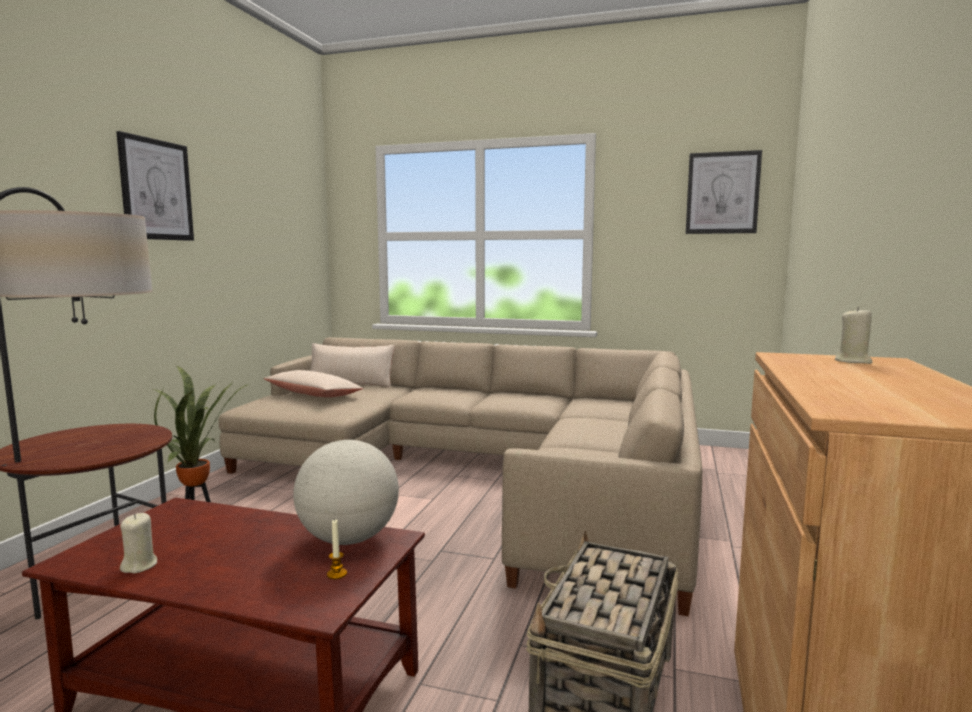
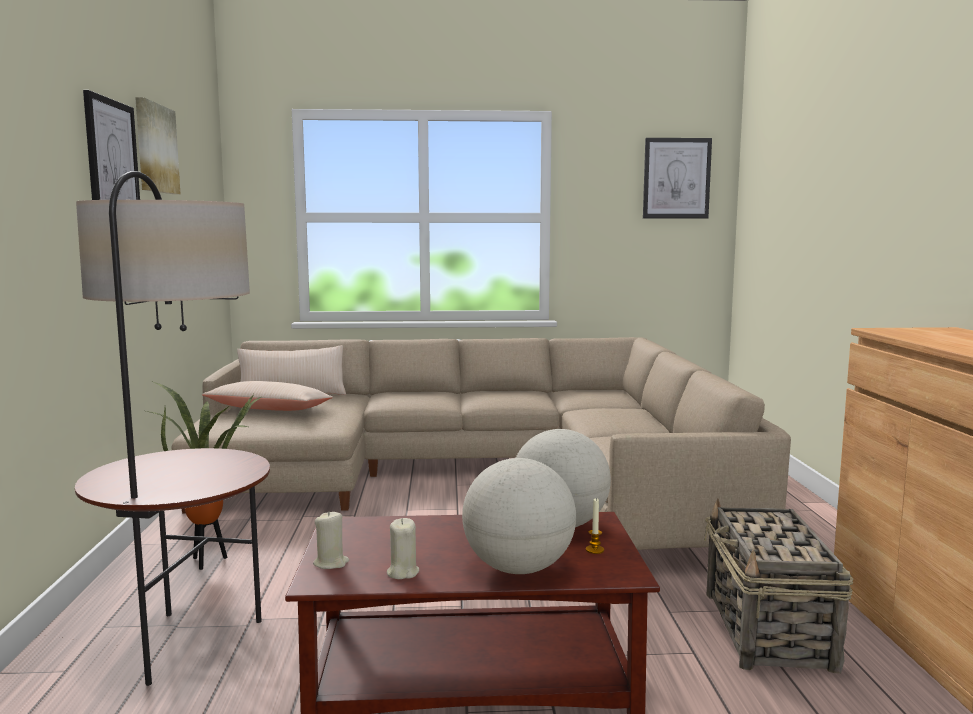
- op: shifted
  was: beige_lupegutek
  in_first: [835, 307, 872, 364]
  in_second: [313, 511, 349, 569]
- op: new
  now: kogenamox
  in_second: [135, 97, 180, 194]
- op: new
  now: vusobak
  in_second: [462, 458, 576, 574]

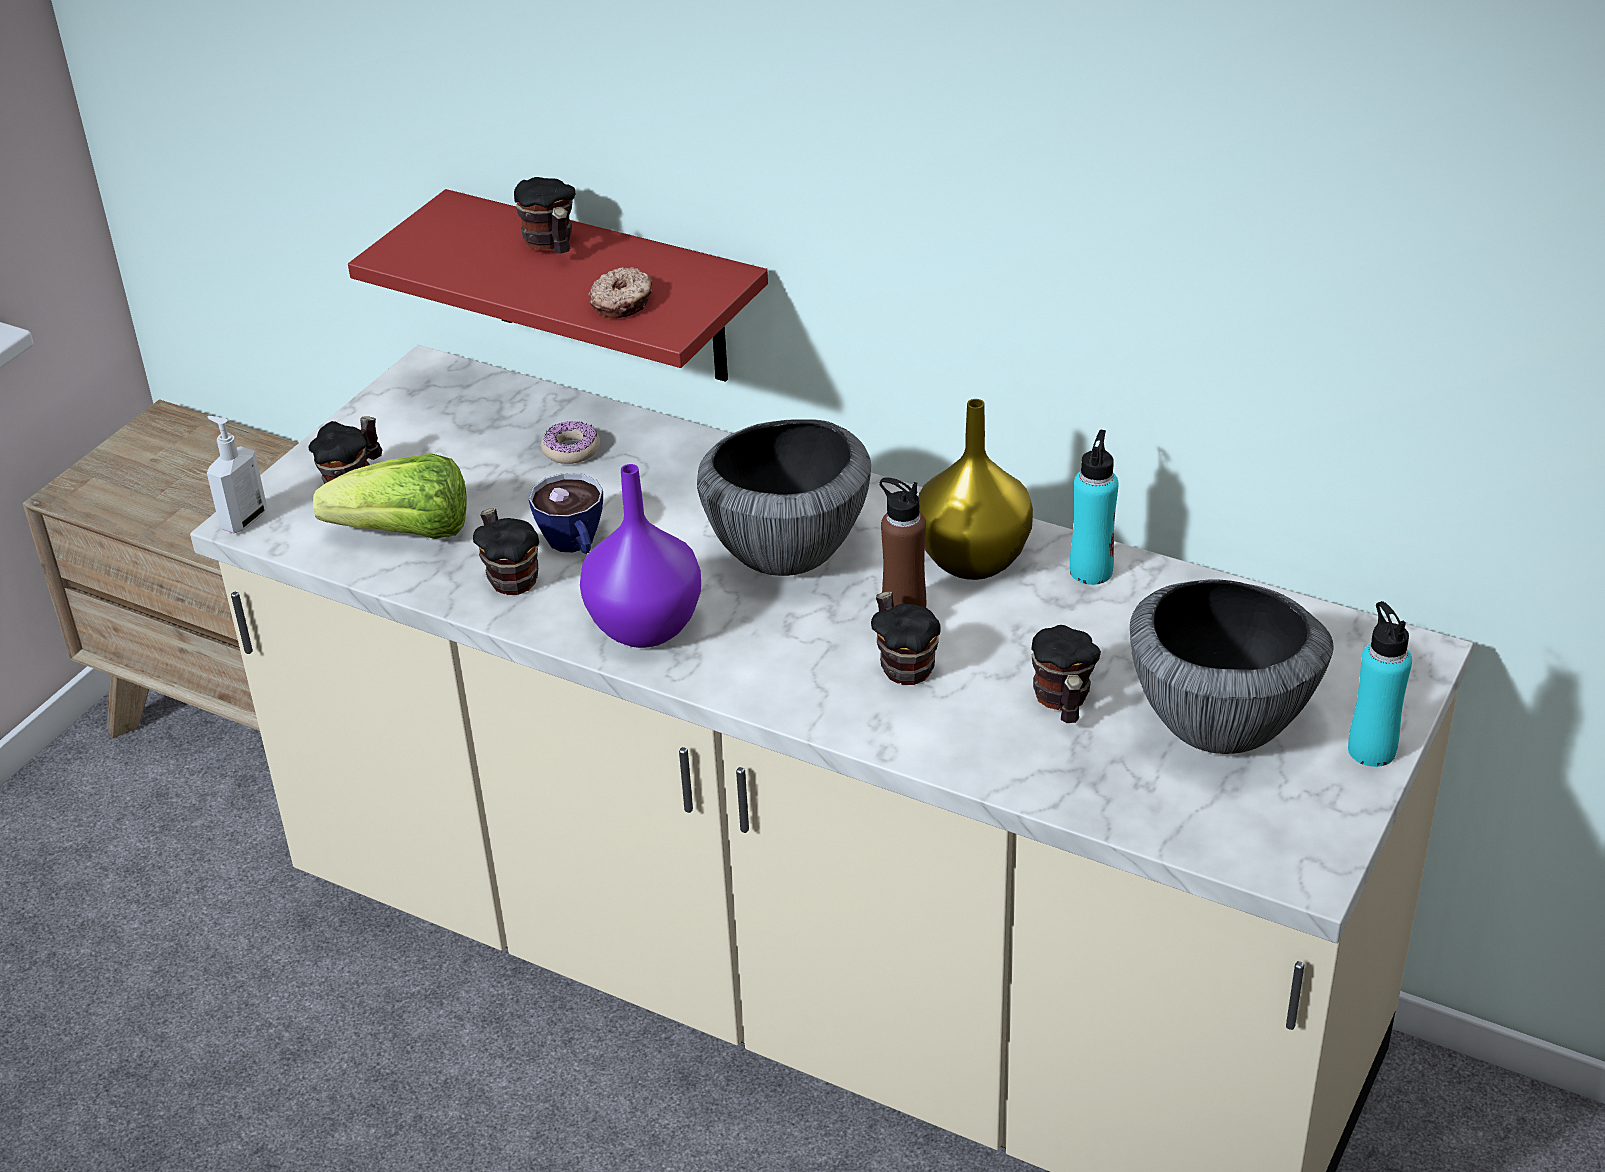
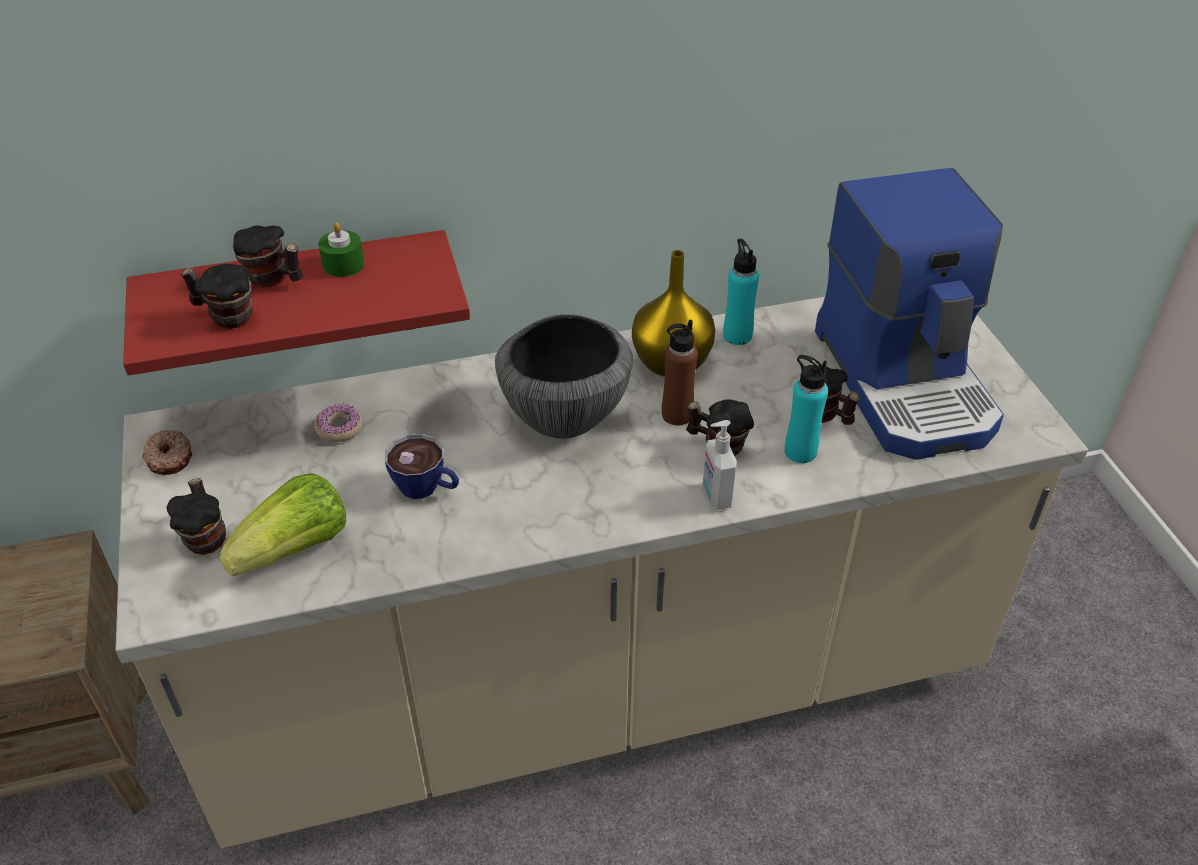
- op: shifted
  was: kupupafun
  in_first: [589, 267, 652, 318]
  in_second: [142, 430, 192, 475]
- op: shifted
  was: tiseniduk
  in_first: [207, 416, 267, 533]
  in_second: [703, 420, 737, 510]
- op: gone
  was: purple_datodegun
  in_first: [580, 464, 701, 648]
- op: shifted
  was: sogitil
  in_first: [473, 508, 539, 595]
  in_second: [180, 264, 253, 329]
- op: swapped
  was: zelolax
  now: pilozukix
  in_first: [1130, 579, 1333, 754]
  in_second: [815, 168, 1004, 460]
- op: shifted
  was: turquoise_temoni
  in_first: [1348, 601, 1412, 767]
  in_second: [785, 355, 828, 463]
- op: new
  now: green_lupegutek
  in_second: [318, 222, 364, 277]

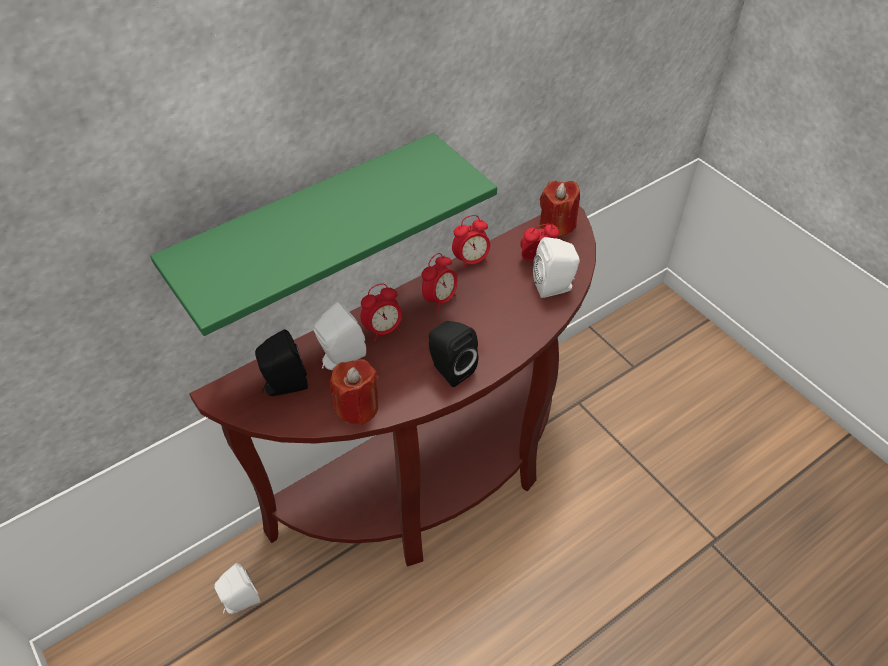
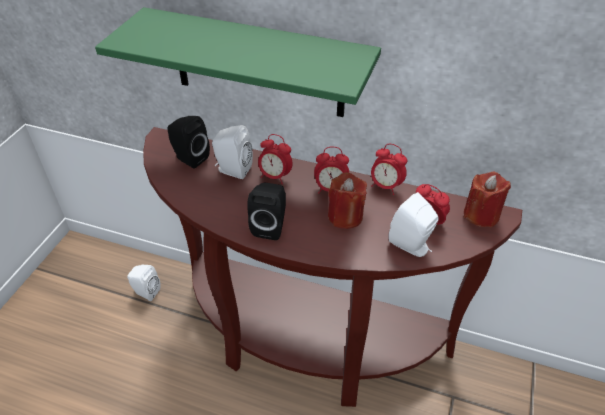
- op: shifted
  was: red_lupegutek
  in_first: [330, 359, 378, 425]
  in_second: [328, 172, 367, 229]

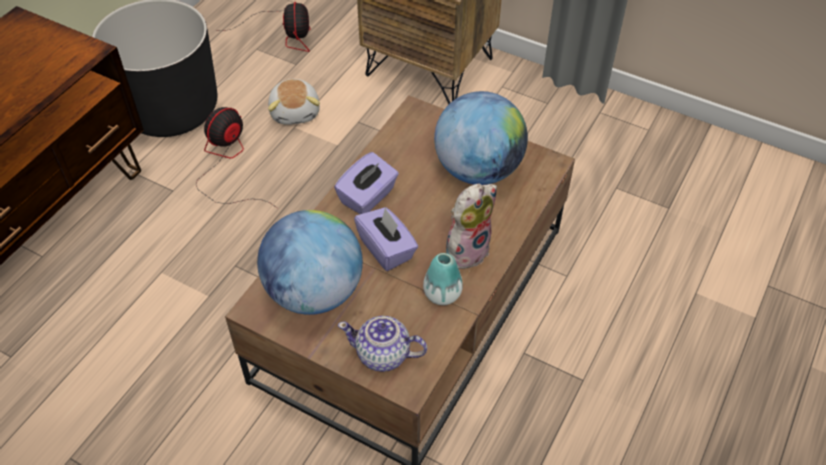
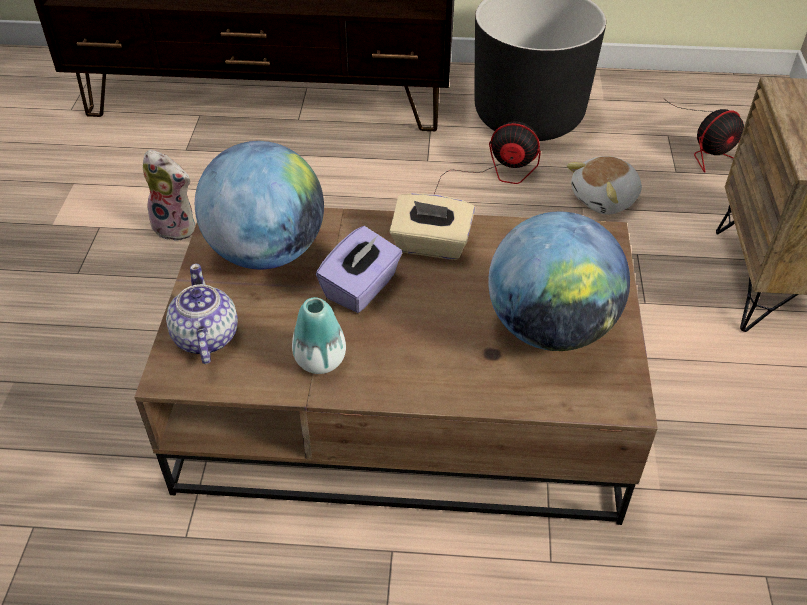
- op: repainted
  was: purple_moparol
  now: beige_moparol
  in_first: [334, 152, 399, 214]
  in_second: [389, 193, 475, 260]
- op: shifted
  was: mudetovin
  in_first: [446, 183, 497, 269]
  in_second: [142, 149, 195, 242]

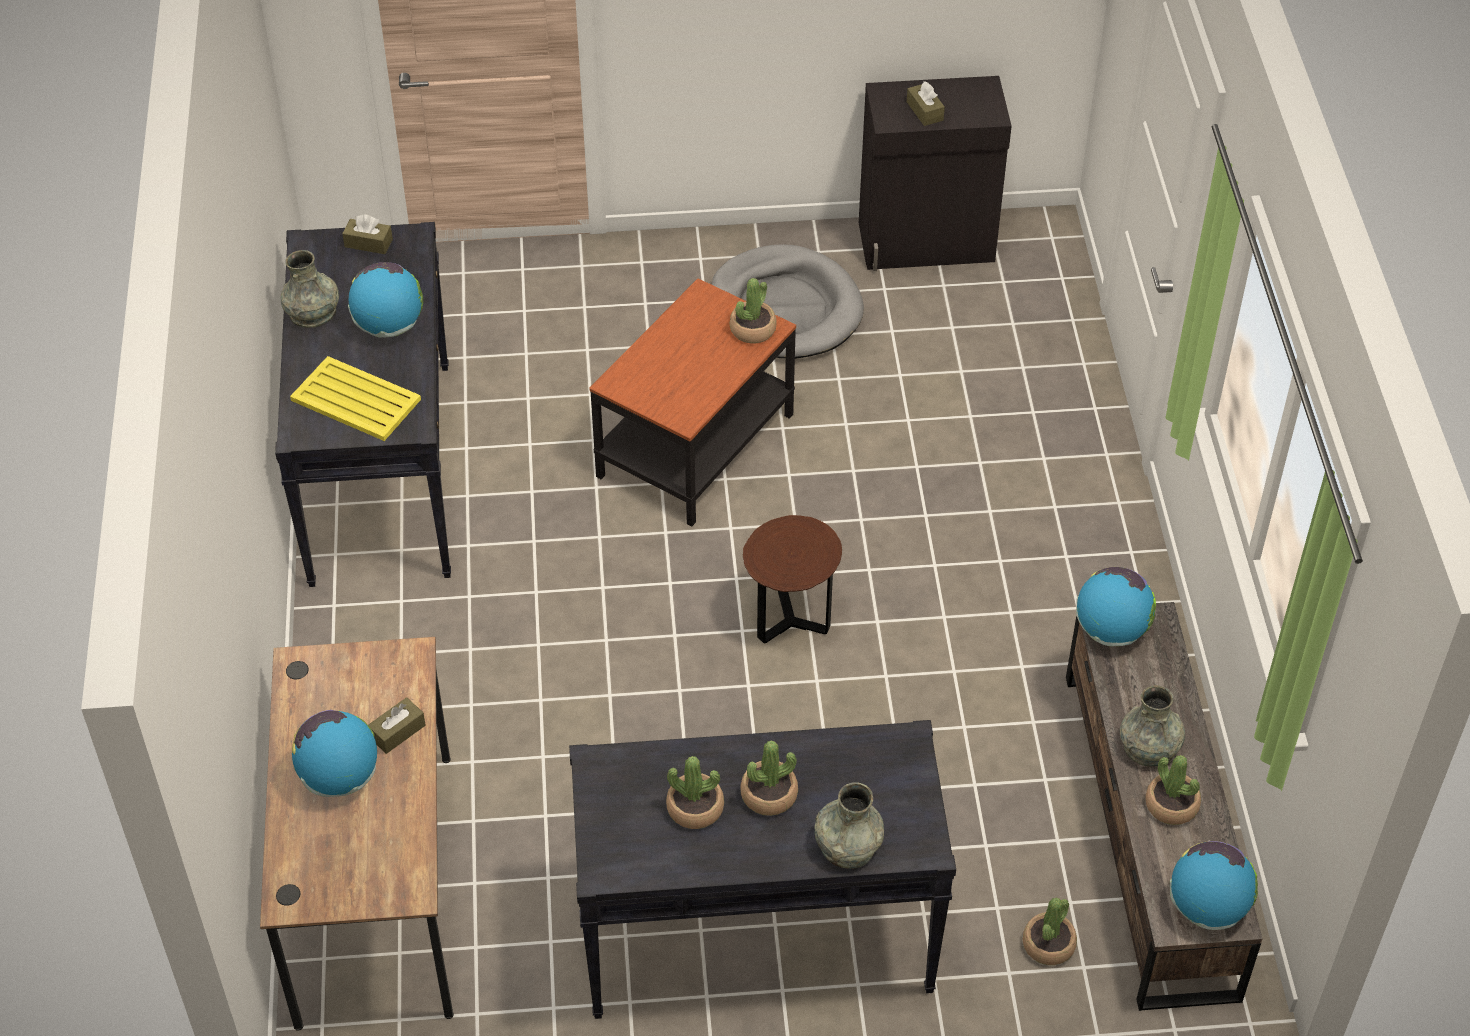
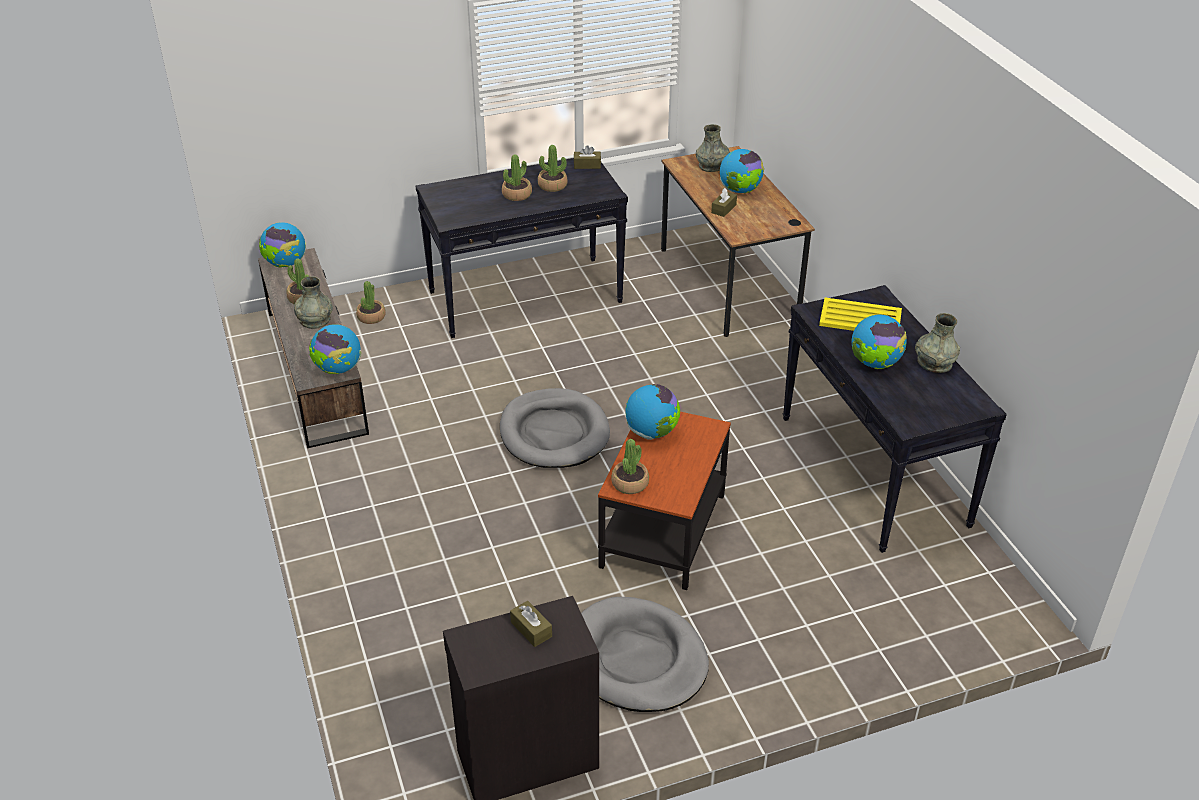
- op: shifted
  was: brown_moparol
  in_first: [342, 214, 393, 254]
  in_second: [574, 145, 601, 169]
- op: swapped
  was: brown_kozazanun
  now: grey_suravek
  in_first: [743, 515, 842, 644]
  in_second: [500, 388, 610, 468]
- op: shifted
  was: grey_datodegun
  in_first: [814, 782, 884, 869]
  in_second: [696, 124, 730, 172]
- op: new
  now: vusobak
  in_second: [625, 384, 680, 440]

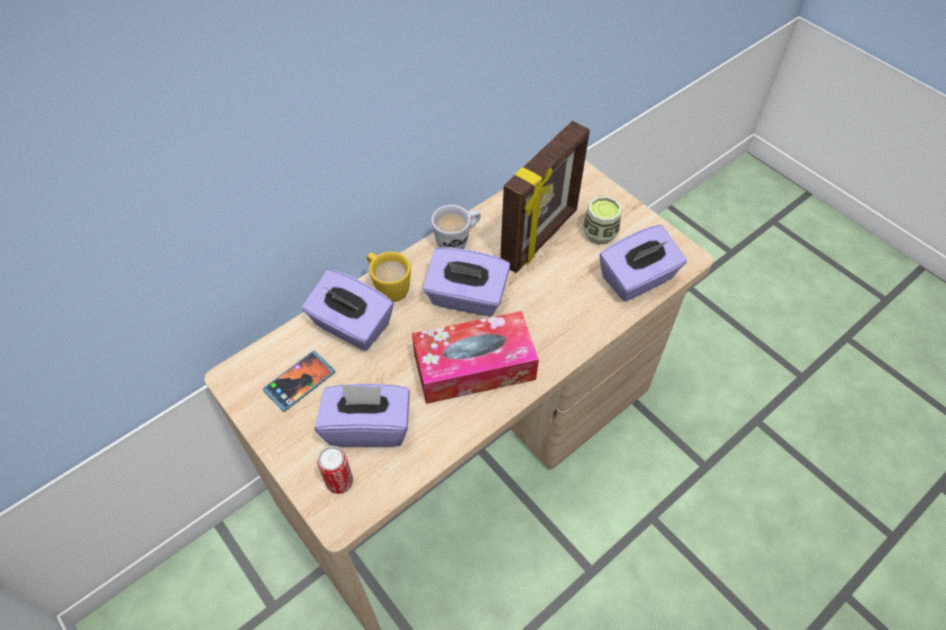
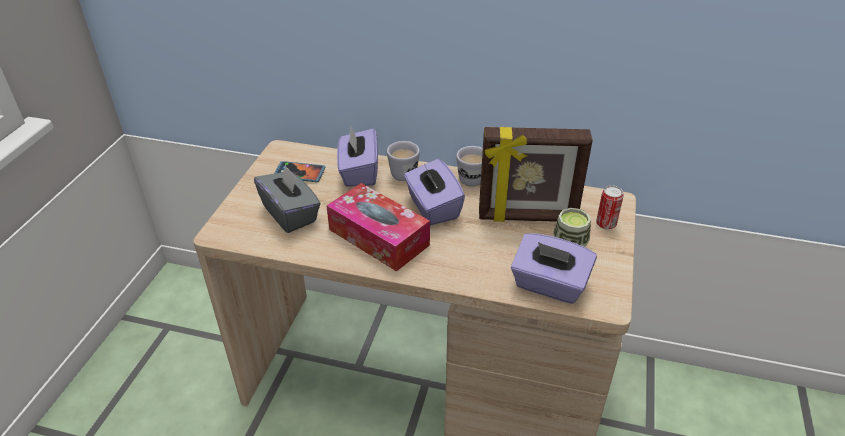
- op: repainted
  was: yellow_sogitil
  now: white_sogitil
  in_first: [367, 252, 411, 302]
  in_second: [387, 141, 420, 181]
- op: repainted
  was: purple_moparol
  now: grey_moparol
  in_first: [315, 384, 410, 447]
  in_second: [254, 164, 320, 233]
- op: shifted
  was: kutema
  in_first: [317, 446, 353, 494]
  in_second: [596, 185, 624, 230]

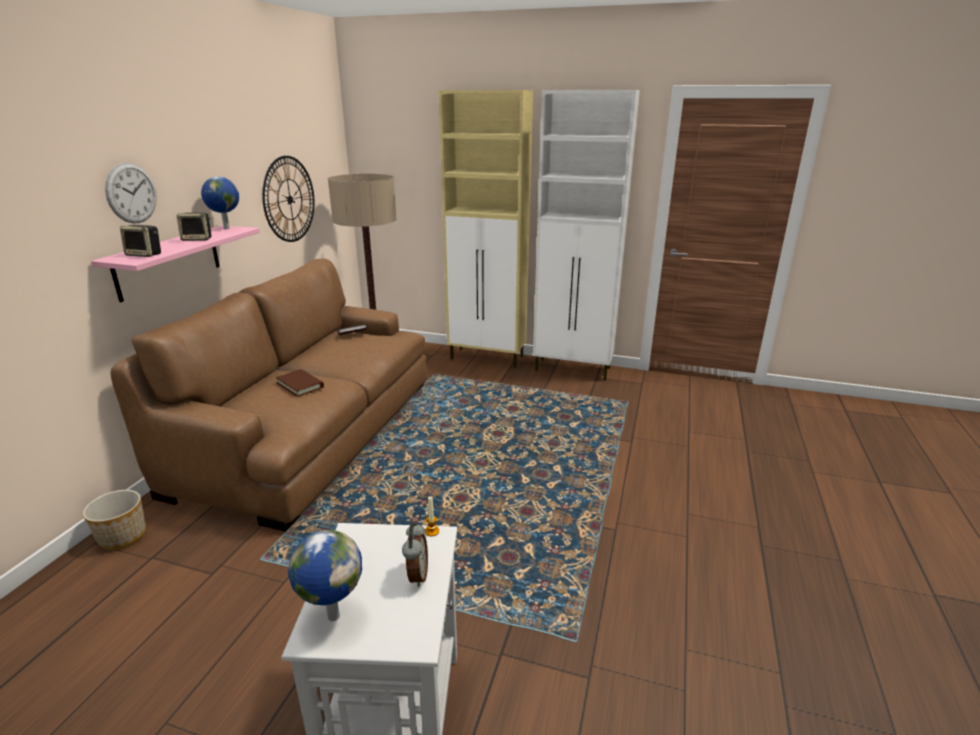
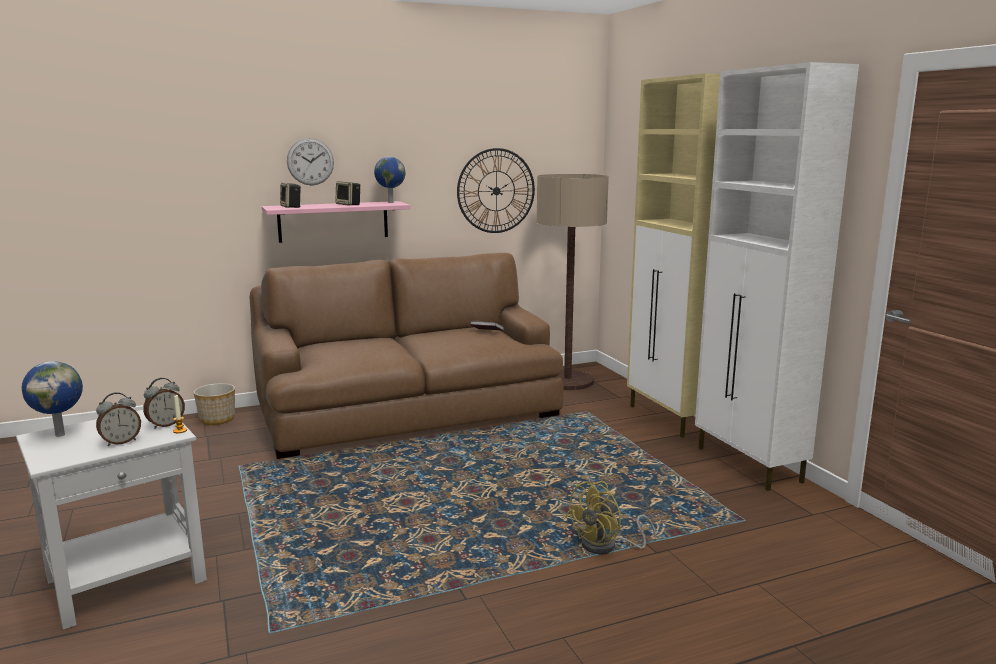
- op: gone
  was: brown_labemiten
  in_first: [275, 369, 324, 397]
- op: new
  now: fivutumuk
  in_second: [143, 378, 185, 429]
- op: new
  now: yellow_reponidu
  in_second: [566, 481, 656, 555]

